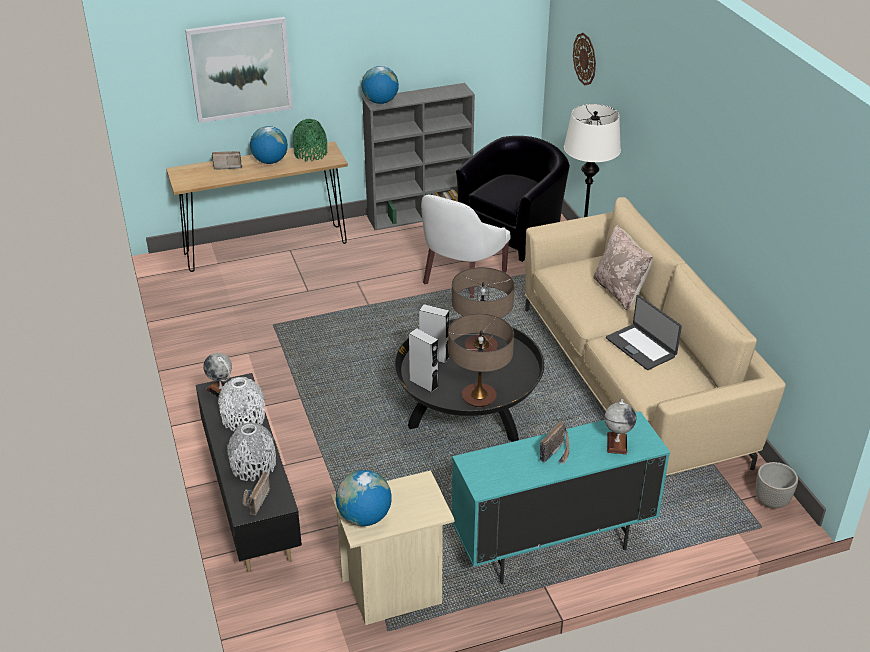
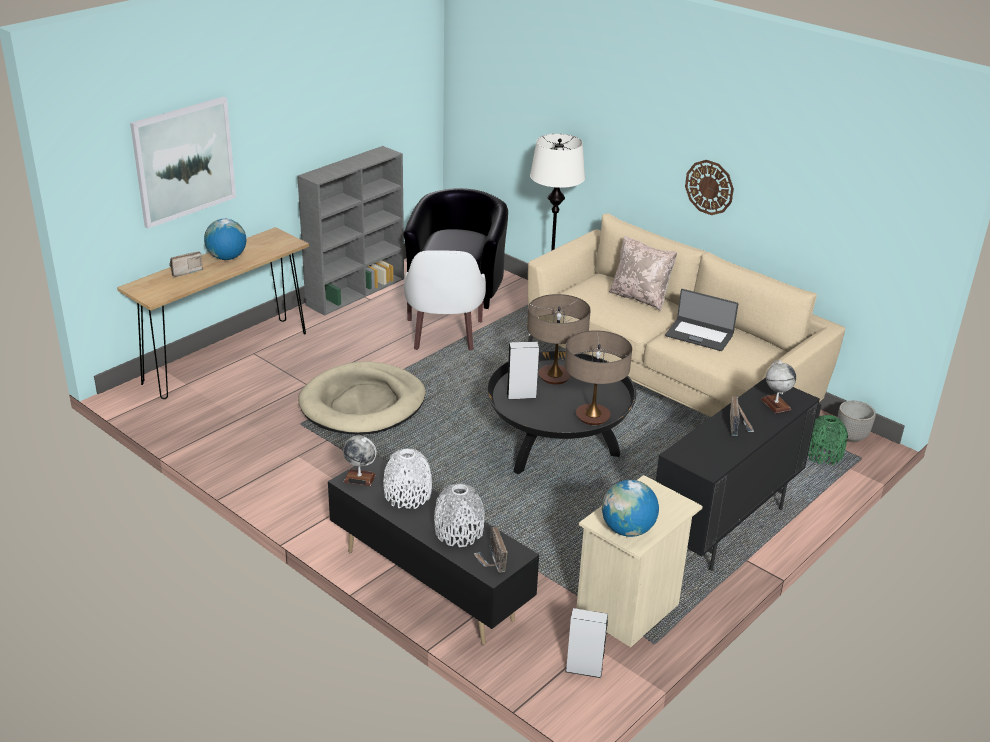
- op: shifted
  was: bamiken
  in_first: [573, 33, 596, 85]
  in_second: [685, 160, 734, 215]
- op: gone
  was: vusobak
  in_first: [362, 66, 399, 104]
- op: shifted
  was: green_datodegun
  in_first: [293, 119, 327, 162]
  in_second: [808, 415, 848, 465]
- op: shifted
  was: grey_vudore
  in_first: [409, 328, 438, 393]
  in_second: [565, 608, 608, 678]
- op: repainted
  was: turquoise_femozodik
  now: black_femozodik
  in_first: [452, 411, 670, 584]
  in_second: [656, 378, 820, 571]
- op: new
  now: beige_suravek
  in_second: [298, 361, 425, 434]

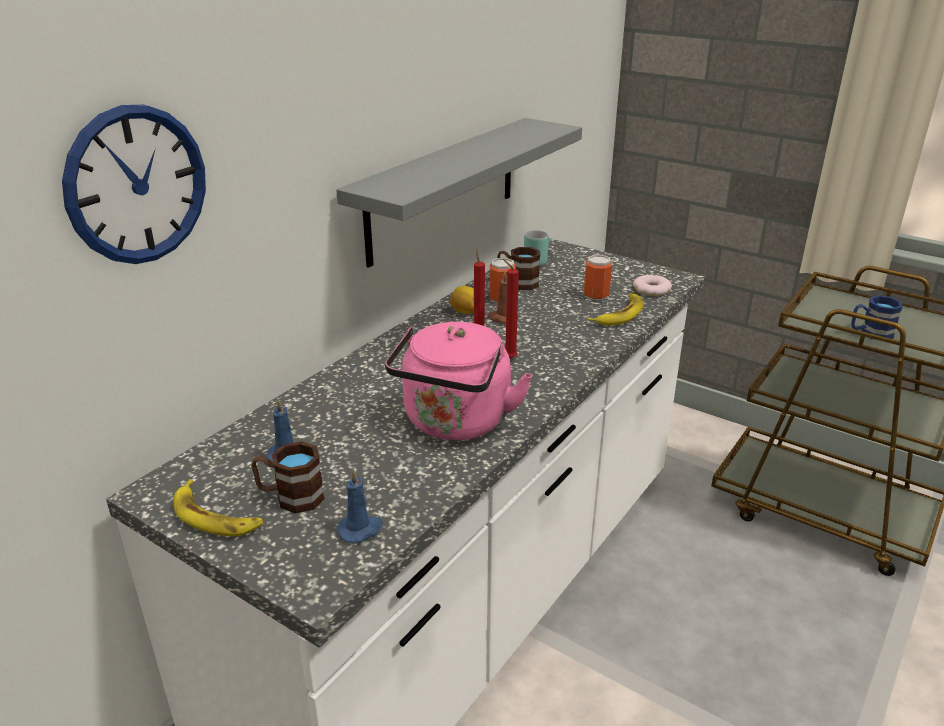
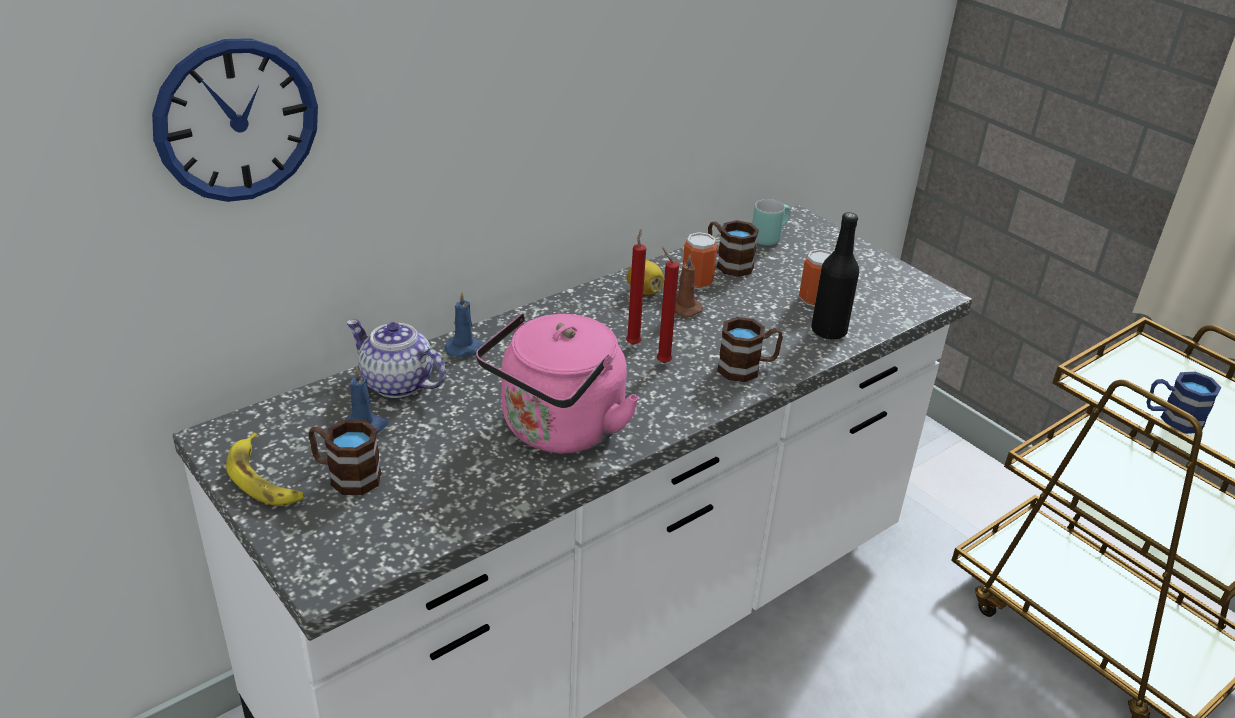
- op: gone
  was: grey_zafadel
  in_first: [336, 118, 582, 268]
- op: gone
  was: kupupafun
  in_first: [633, 275, 672, 296]
- op: swapped
  was: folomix
  now: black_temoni
  in_first: [588, 293, 644, 326]
  in_second: [811, 212, 859, 340]
- op: shifted
  was: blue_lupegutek
  in_first: [337, 469, 383, 543]
  in_second: [445, 292, 484, 357]
- op: new
  now: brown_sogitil
  in_second: [717, 317, 783, 382]
- op: new
  now: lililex
  in_second: [346, 319, 446, 398]

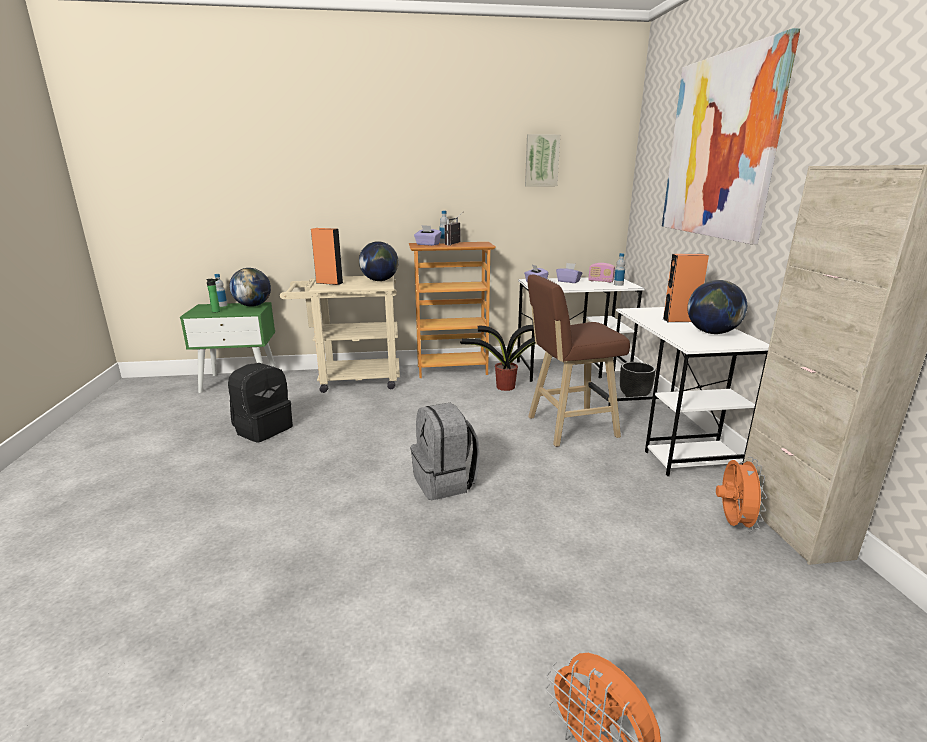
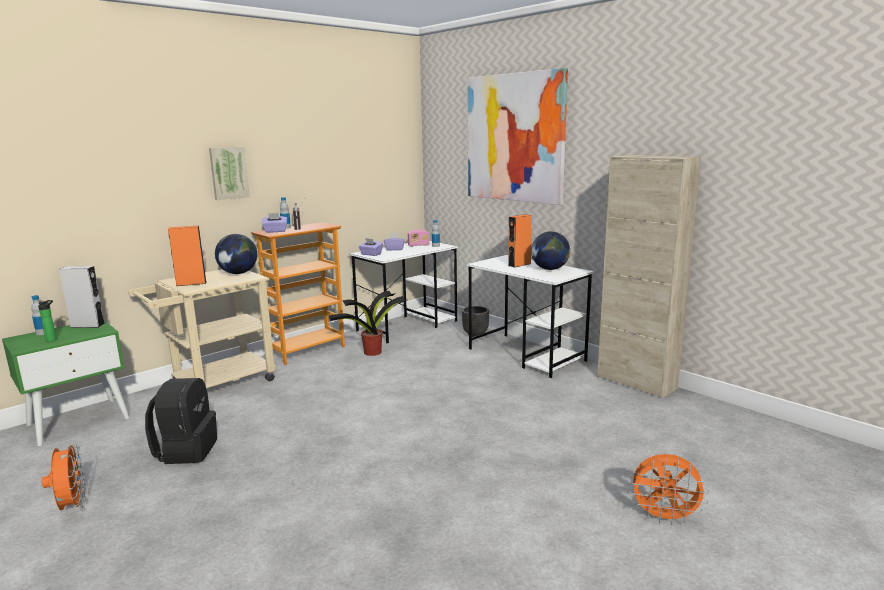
- op: shifted
  was: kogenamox
  in_first: [525, 134, 560, 186]
  in_second: [209, 147, 250, 200]
- op: swapped
  was: vusobak
  now: grey_vudore
  in_first: [229, 268, 271, 307]
  in_second: [59, 266, 105, 328]
- op: gone
  was: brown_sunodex
  in_first: [528, 275, 630, 447]
- op: gone
  was: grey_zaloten
  in_first: [411, 403, 480, 500]
- op: shifted
  was: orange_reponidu
  in_first: [716, 457, 767, 532]
  in_second: [42, 440, 86, 511]

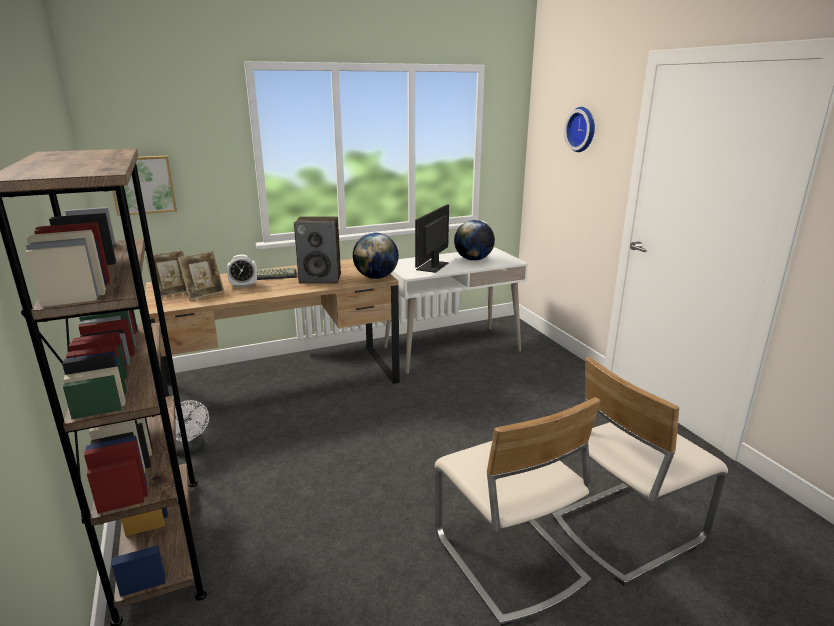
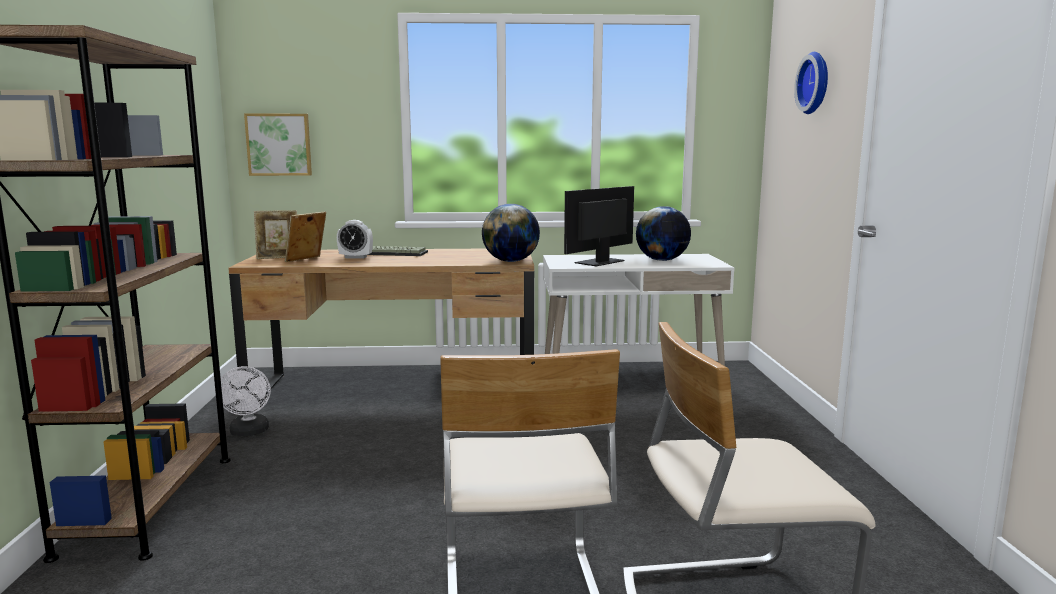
- op: gone
  was: vudore
  in_first: [294, 216, 341, 284]
- op: rotated
  was: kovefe
  in_first: [178, 251, 224, 300]
  in_second: [285, 212, 326, 262]
  clockwise: 150

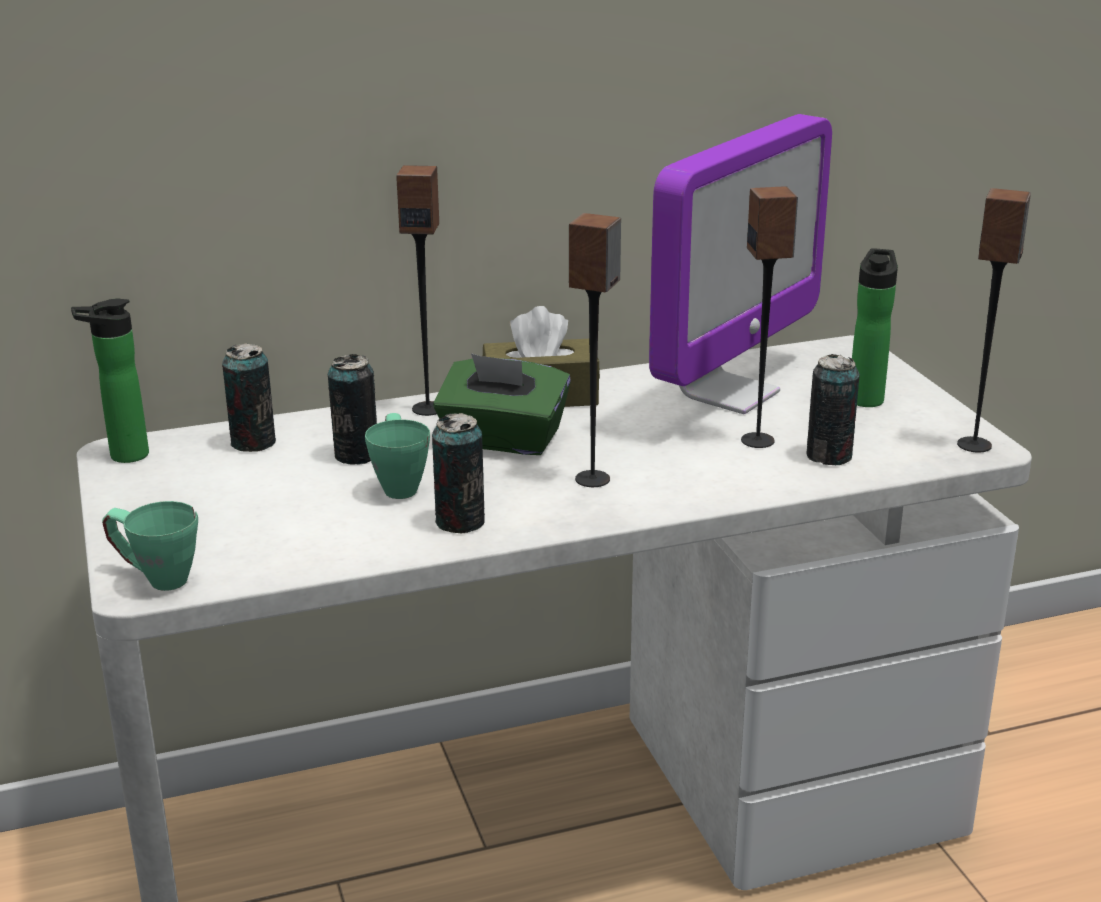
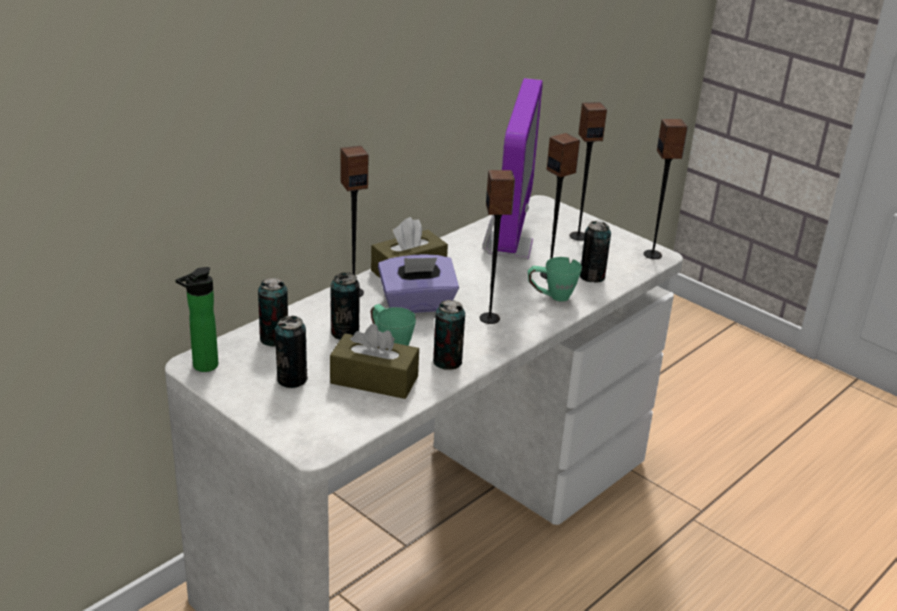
- op: swapped
  was: temoni
  now: vudore
  in_first: [852, 248, 898, 407]
  in_second: [570, 102, 607, 241]
- op: repainted
  was: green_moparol
  now: purple_moparol
  in_first: [433, 354, 571, 455]
  in_second: [378, 255, 459, 313]
- op: shifted
  was: green_sogitil
  in_first: [102, 501, 198, 591]
  in_second: [528, 257, 582, 302]
- op: new
  now: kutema
  in_second: [275, 316, 308, 388]
- op: new
  now: brown_moparol
  in_second: [330, 324, 419, 399]

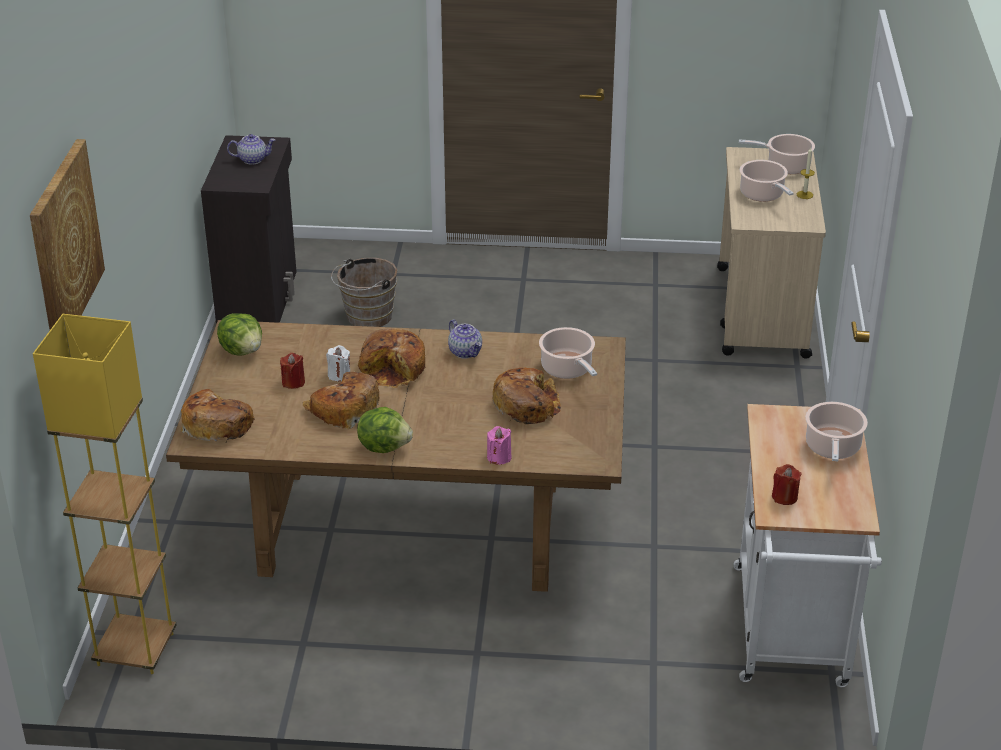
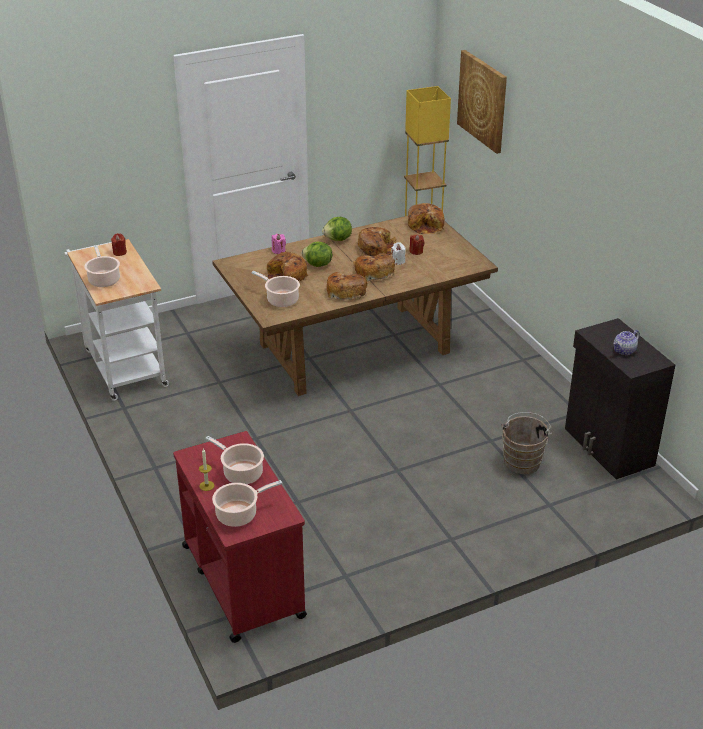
- op: repainted
  was: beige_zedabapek
  now: red_zedabapek
  in_first: [717, 147, 826, 359]
  in_second: [173, 431, 307, 643]
- op: shifted
  was: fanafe
  in_first: [217, 313, 262, 356]
  in_second: [302, 242, 332, 267]
- op: swapped
  was: lililex
  now: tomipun
  in_first: [448, 320, 482, 358]
  in_second: [327, 272, 368, 300]

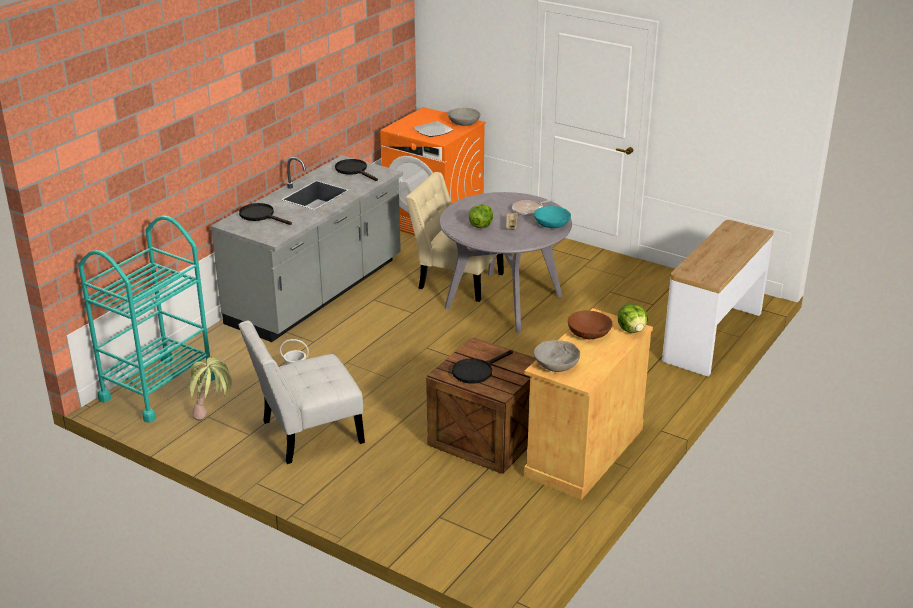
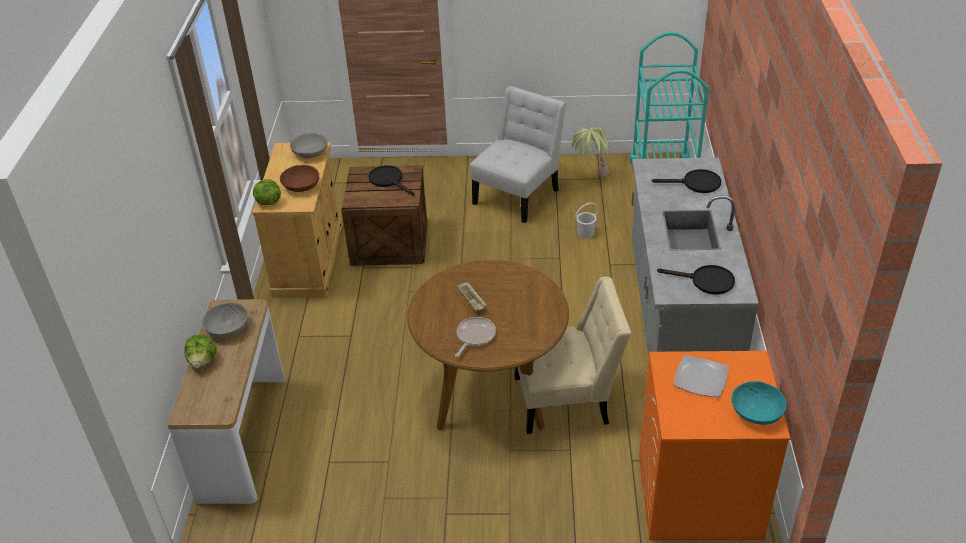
- op: shifted
  was: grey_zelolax
  in_first: [448, 108, 480, 126]
  in_second: [202, 303, 248, 338]
- op: repainted
  was: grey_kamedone
  now: brown_kamedone
  in_first: [440, 192, 572, 333]
  in_second: [407, 260, 569, 430]
- op: shifted
  was: fanafe
  in_first: [469, 205, 493, 228]
  in_second: [184, 335, 217, 368]
- op: shifted
  was: turquoise_zelolax
  in_first: [534, 206, 571, 228]
  in_second: [731, 381, 786, 425]
- op: rotated
  was: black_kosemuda
  in_first: [452, 350, 513, 384]
  in_second: [368, 166, 415, 196]
  clockwise: -60

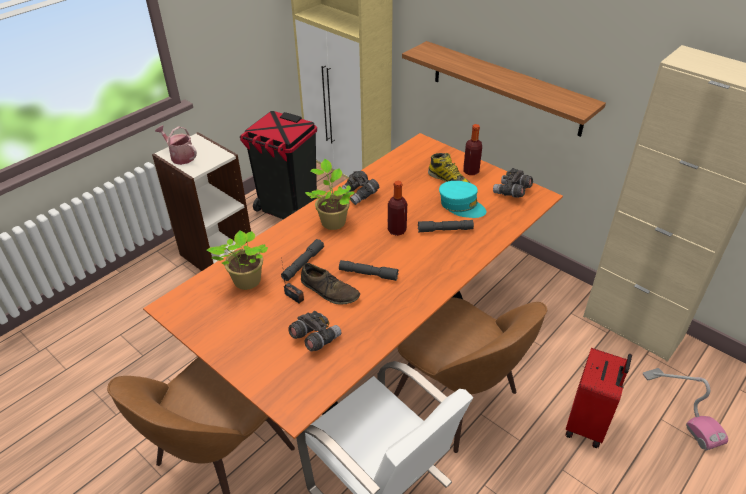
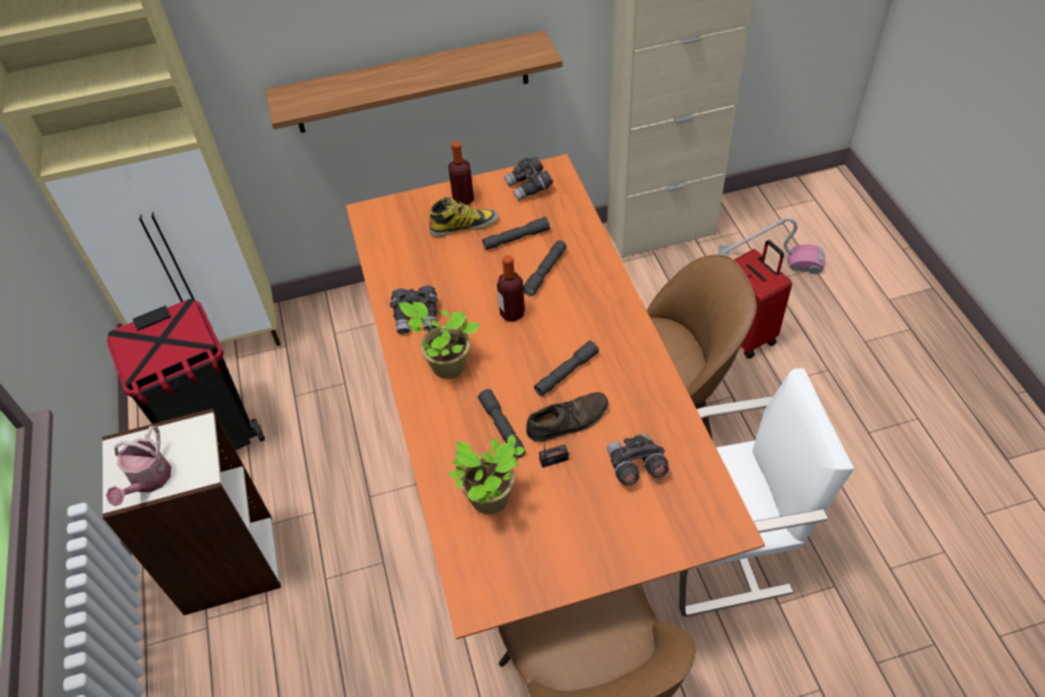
- op: rotated
  was: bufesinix
  in_first: [155, 125, 197, 165]
  in_second: [106, 426, 171, 506]
  clockwise: -60
- op: swapped
  was: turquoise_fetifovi
  now: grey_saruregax
  in_first: [439, 181, 487, 218]
  in_second: [482, 217, 550, 250]

